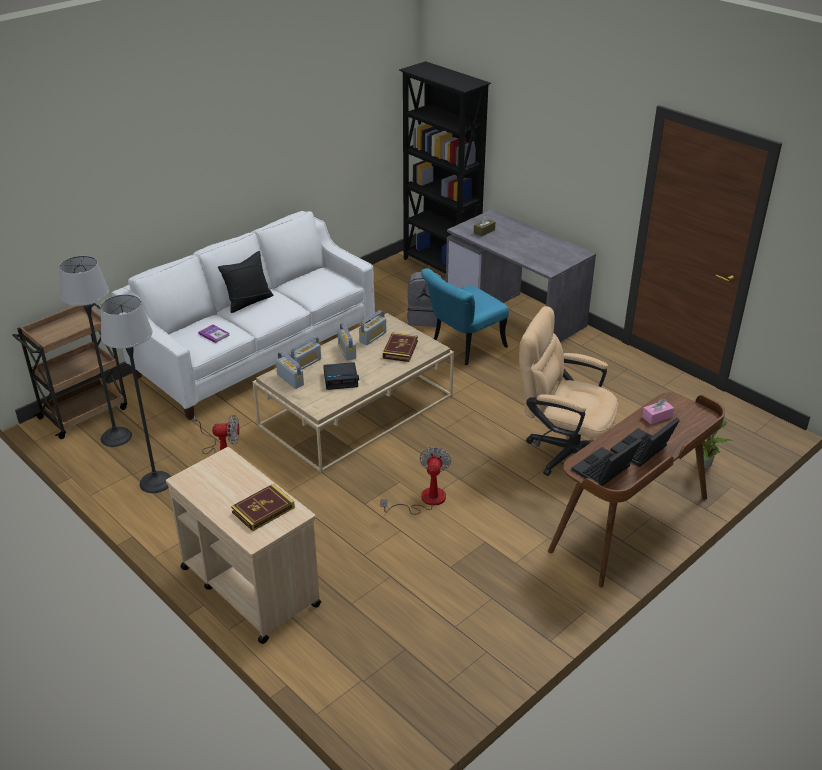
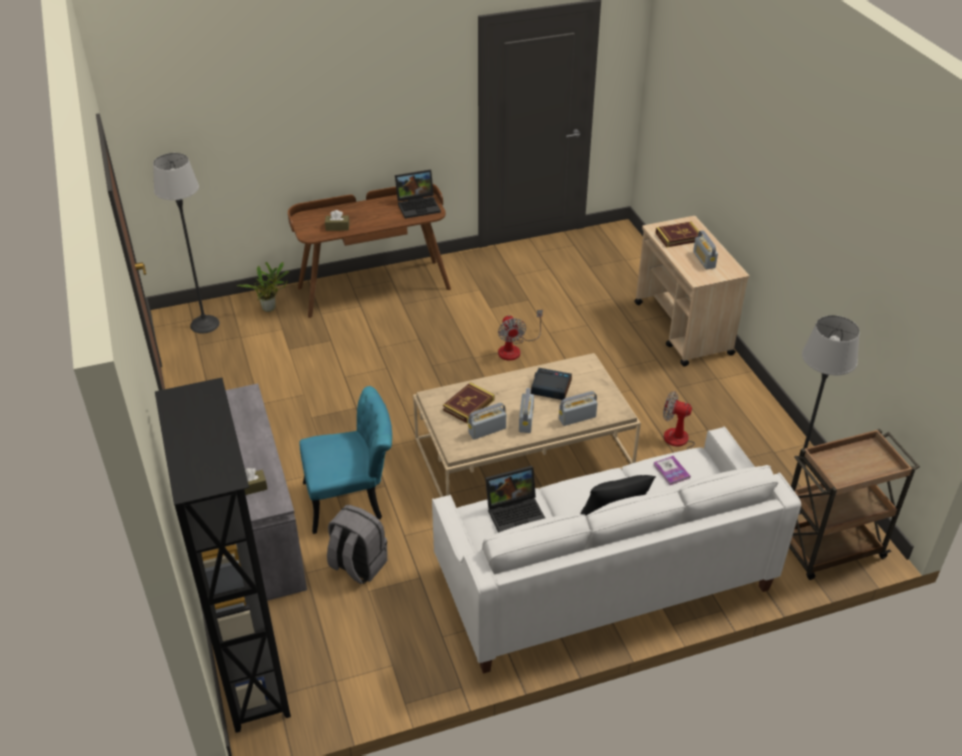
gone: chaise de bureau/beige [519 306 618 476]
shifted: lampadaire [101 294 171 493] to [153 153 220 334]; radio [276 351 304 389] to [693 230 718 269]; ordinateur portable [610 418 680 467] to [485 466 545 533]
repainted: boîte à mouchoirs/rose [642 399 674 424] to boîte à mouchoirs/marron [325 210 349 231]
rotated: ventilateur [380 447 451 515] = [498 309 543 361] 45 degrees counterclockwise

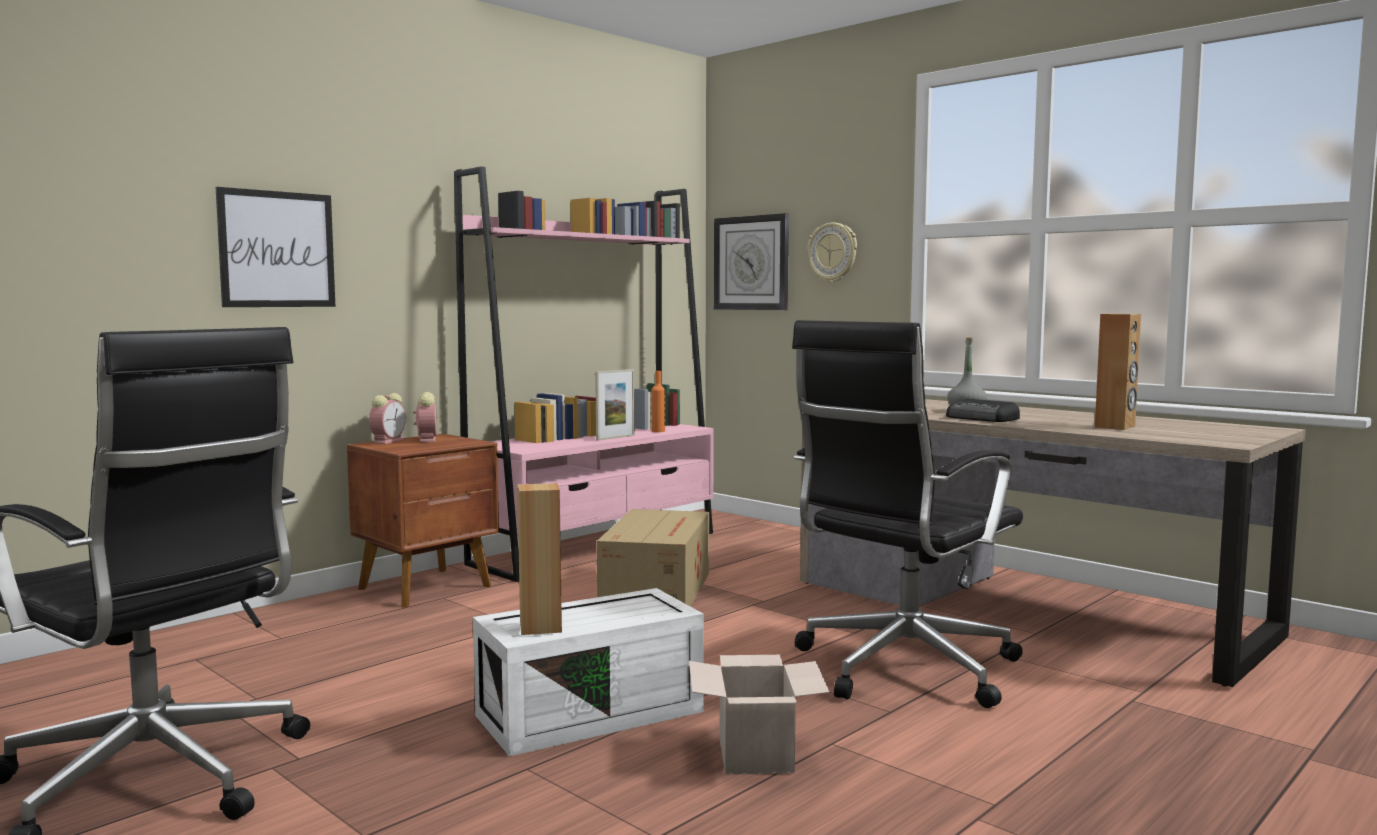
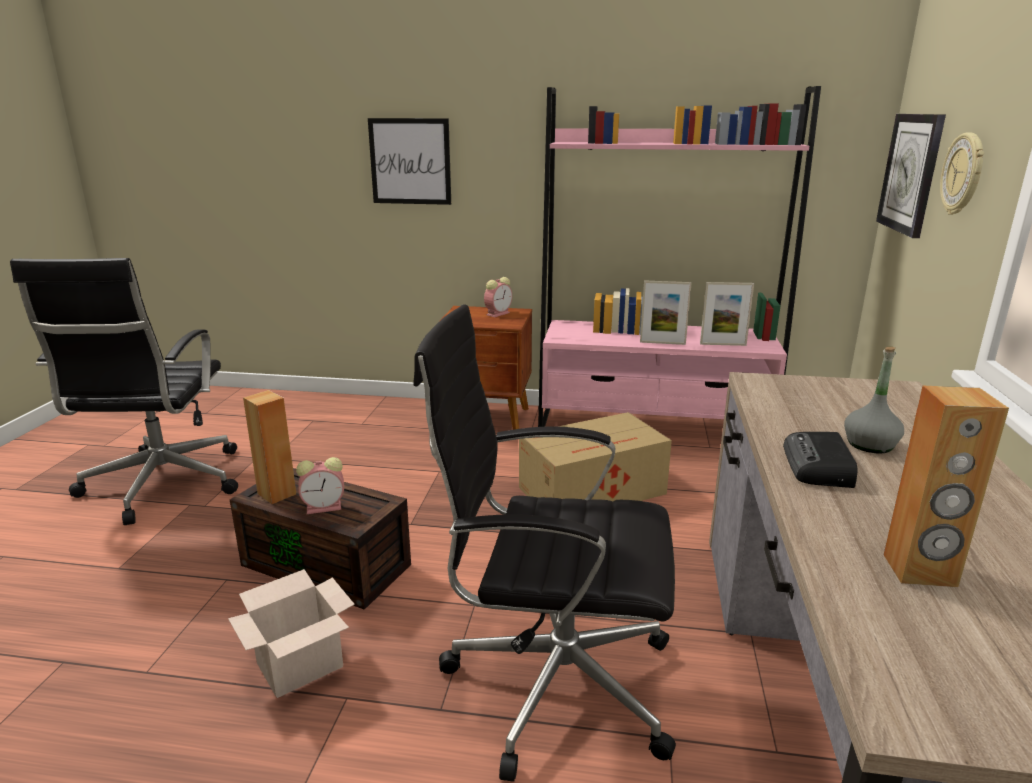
shifted: réveil [369 393 406 444] to [296 457 344 514]
swapped: bouteille/orange [651 371 665 432] to cadre photo [700 282 754 346]
repainted: boîte de rangement/blanc [473 588 704 757] to boîte de rangement/marron [230 468 411 610]

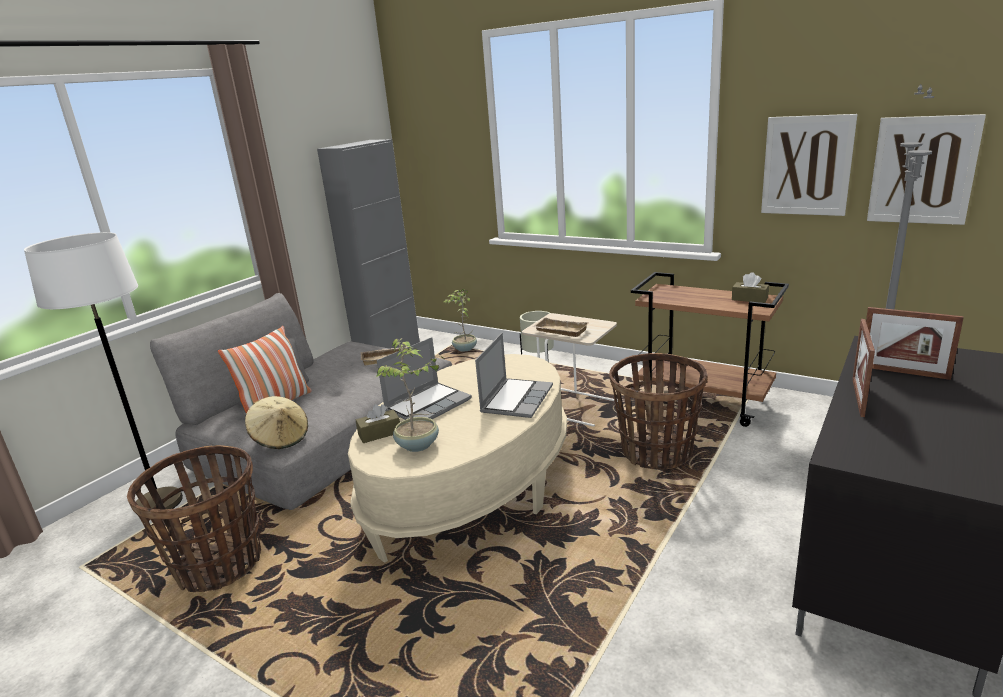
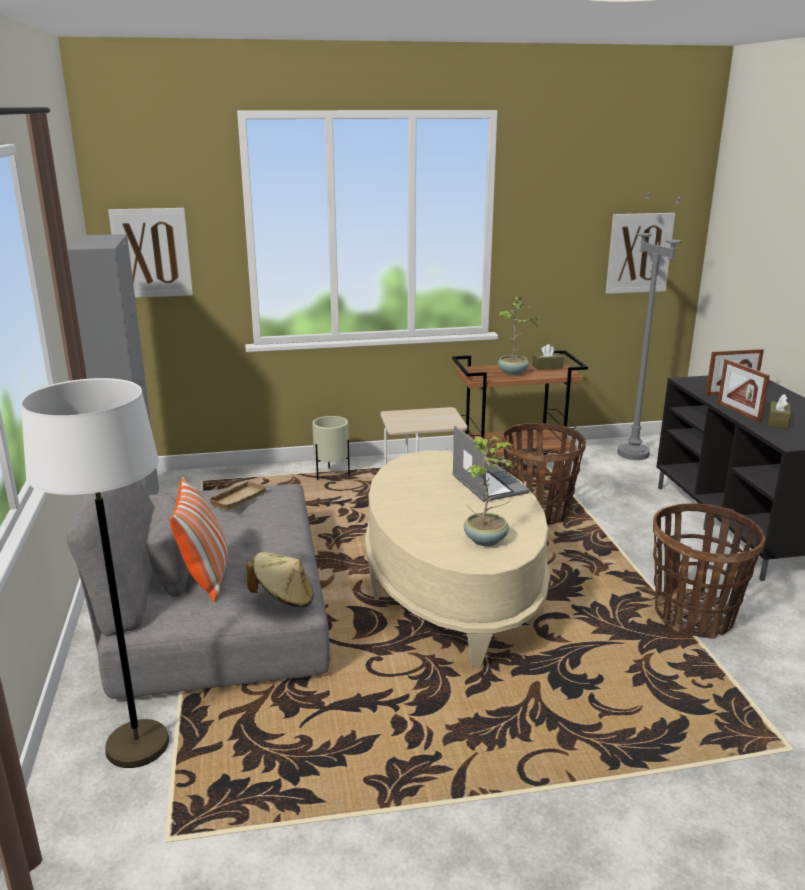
gone: plateau/beige [533 318 589 337]; ordinateur portable [377 337 472 420]
shifted: tableau [761 114 857 216] to [108 208 193 298]; plante en pot [444 289 477 352] to [498 296 541 375]; boîte à mouchoirs/marron [356 404 400 443] to [768 394 791 428]; panier [127 445 261 592] to [653 503 766 639]

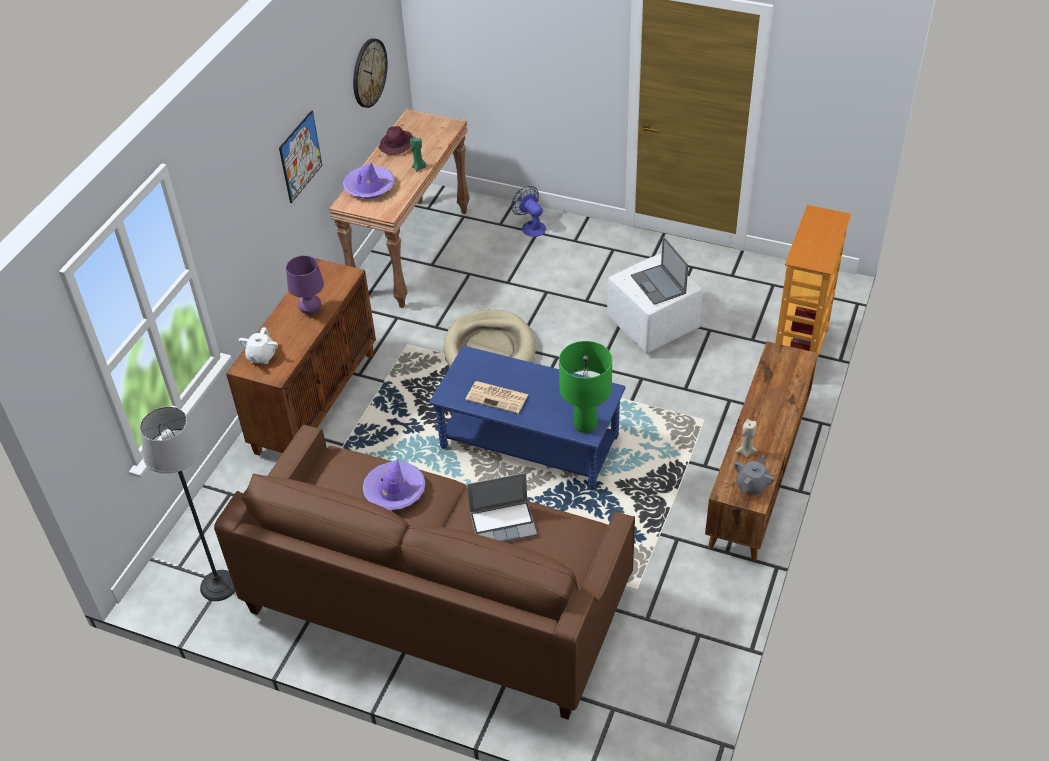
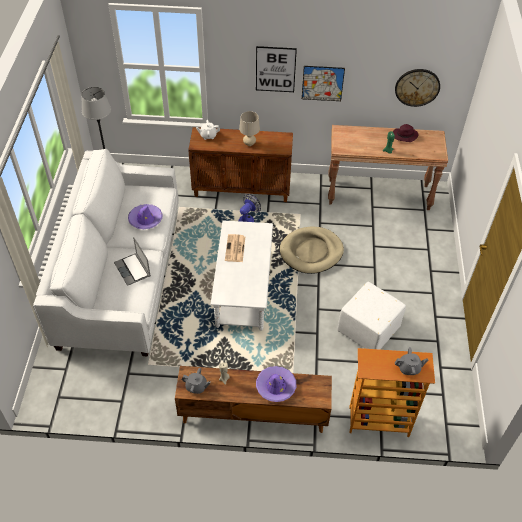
gone: ordinateur portable [631 237 688 305]; lampe de table/vert [559 341 612 433]
new: tableau [256 46 297 92]; théière/gris [395 347 428 375]
shifted: chapeau/violet [343 162 395 199] to [256 366 296 402]; ventilateur [511 186 546 237] to [238 194 261 222]
repainted: lampe de table/violet [286 255 324 315] to lampe de table/beige [239 111 260 146]; table basse/bleu [429 346 626 490] to table basse/blanc [211 220 273 331]; canapé/marron [214 424 635 720] to canapé/blanc [33 149 179 356]

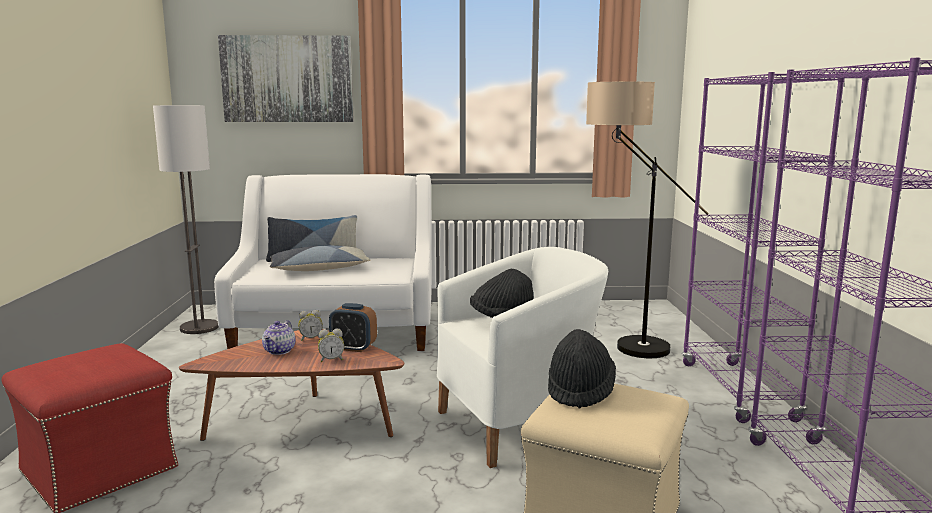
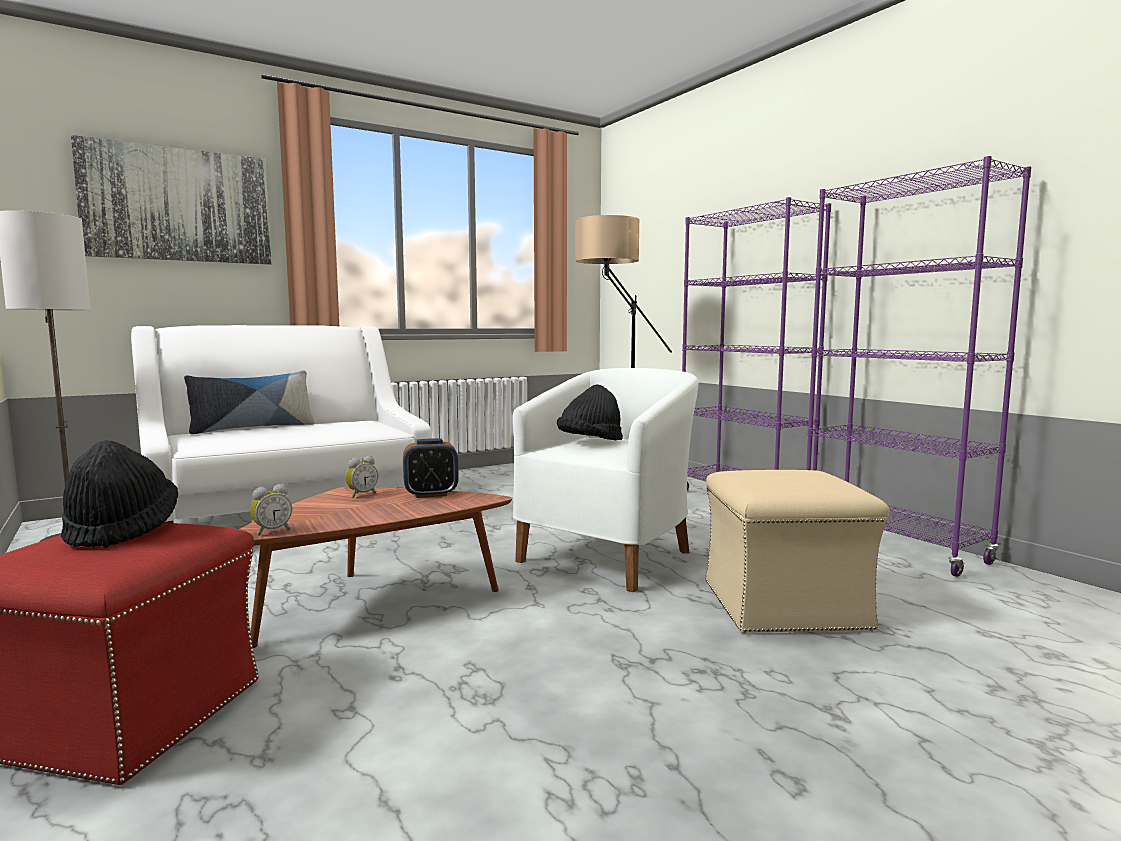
gone: coussin [270 245 371 271]; théière [262 320 295 355]
shifted: réveil [318 329 344 362] to [250 484 292 536]; chapeau/noir [548 329 616 409] to [61 440 178 548]

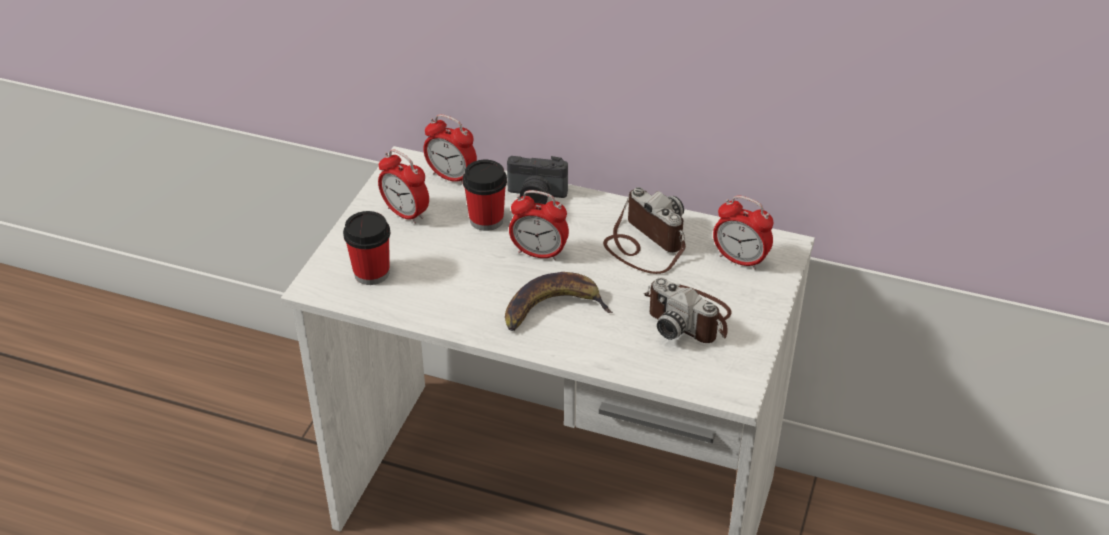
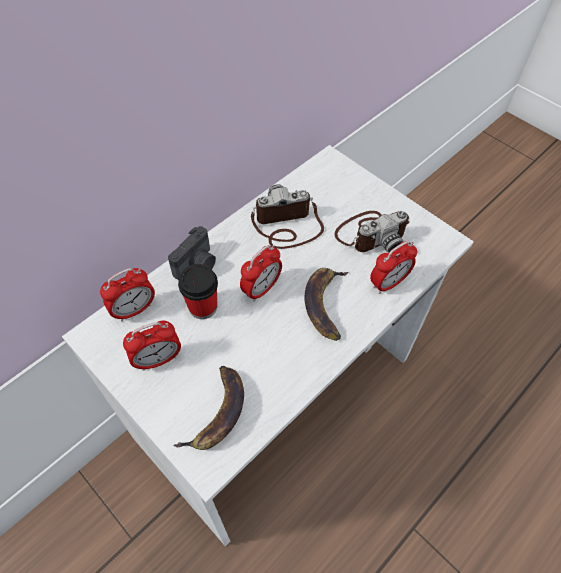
shifted: réveil [713 196 773 270] to [370 241 417 294]
swapped: tasse [343 211 391 285] to banane [173 366 244 450]

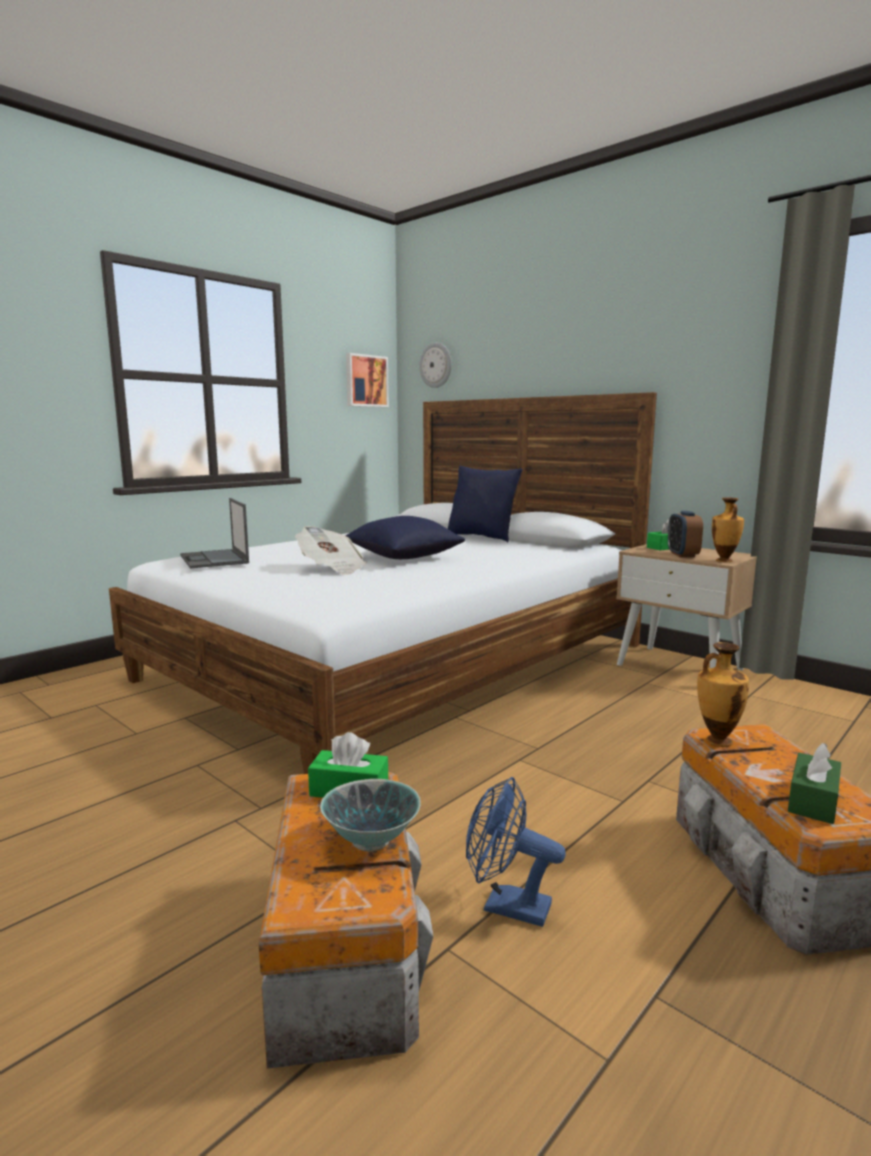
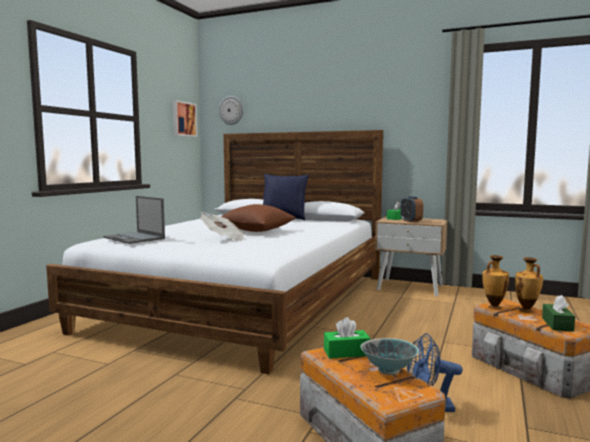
shifted: vase [712 497 744 562] to [515 257 543 313]
repainted: coussin/bleu [346 516 465 559] to coussin/marron [221 204 296 232]

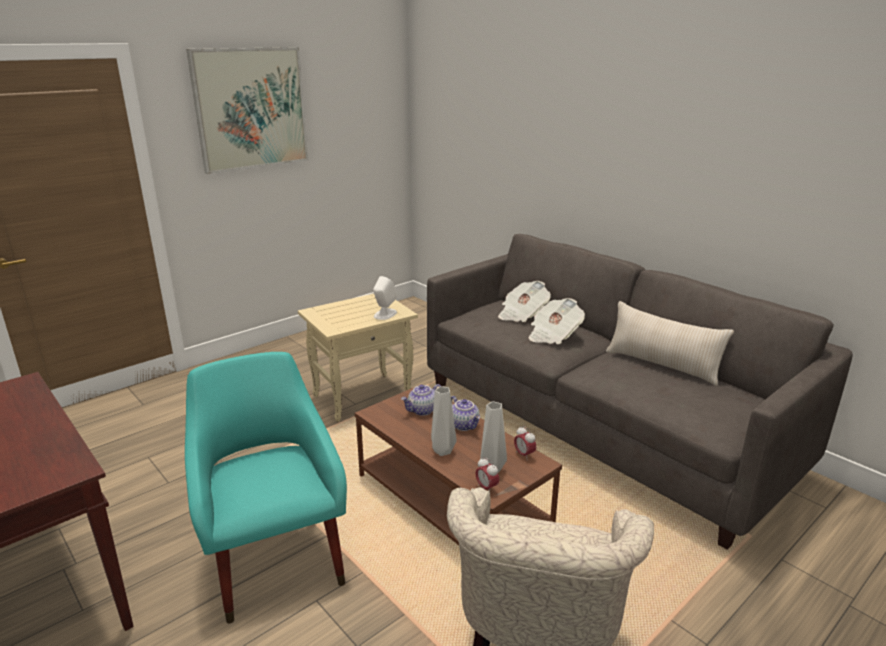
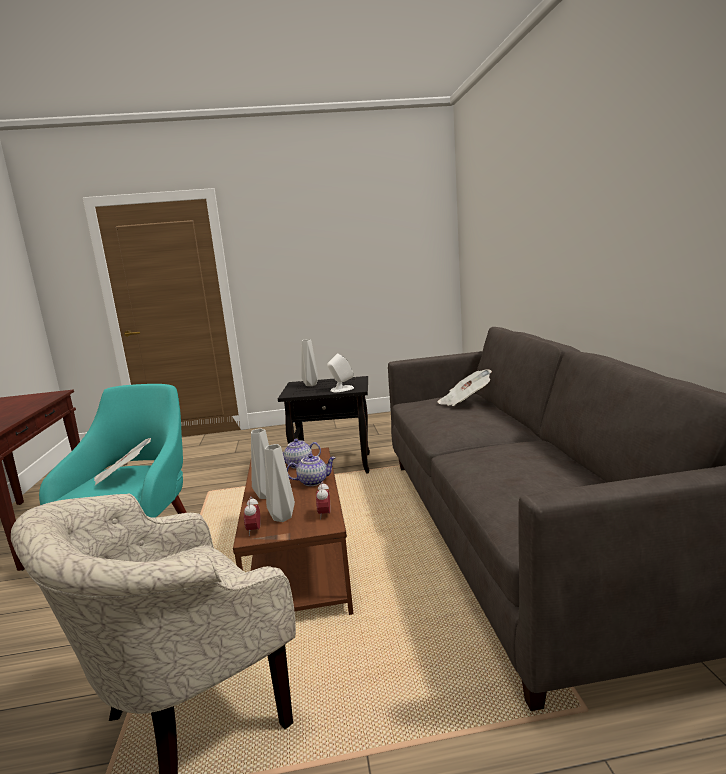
gone: tableau [186 47 308 174]; coussin/beige [606 301 734 386]
new: vase/gris [302 339 318 386]
shifted: journal [529 298 585 344] to [94 438 151 485]
repainted: table d'appoint/beige [298 294 418 422] to table d'appoint/noir [278 376 370 474]
rotated: théière [451 396 480 431] = [287 454 336 486] 105 degrees counterclockwise

